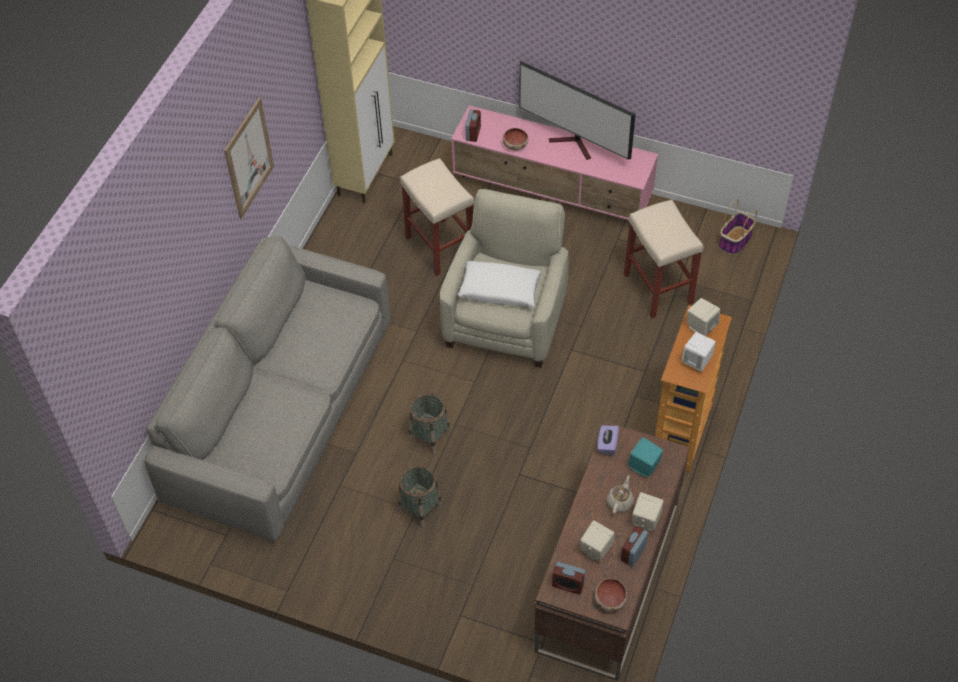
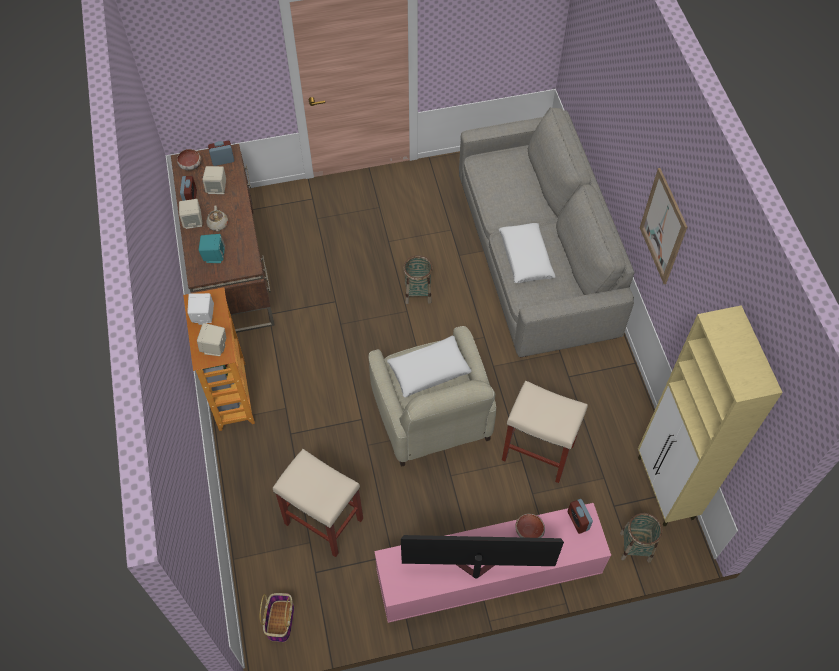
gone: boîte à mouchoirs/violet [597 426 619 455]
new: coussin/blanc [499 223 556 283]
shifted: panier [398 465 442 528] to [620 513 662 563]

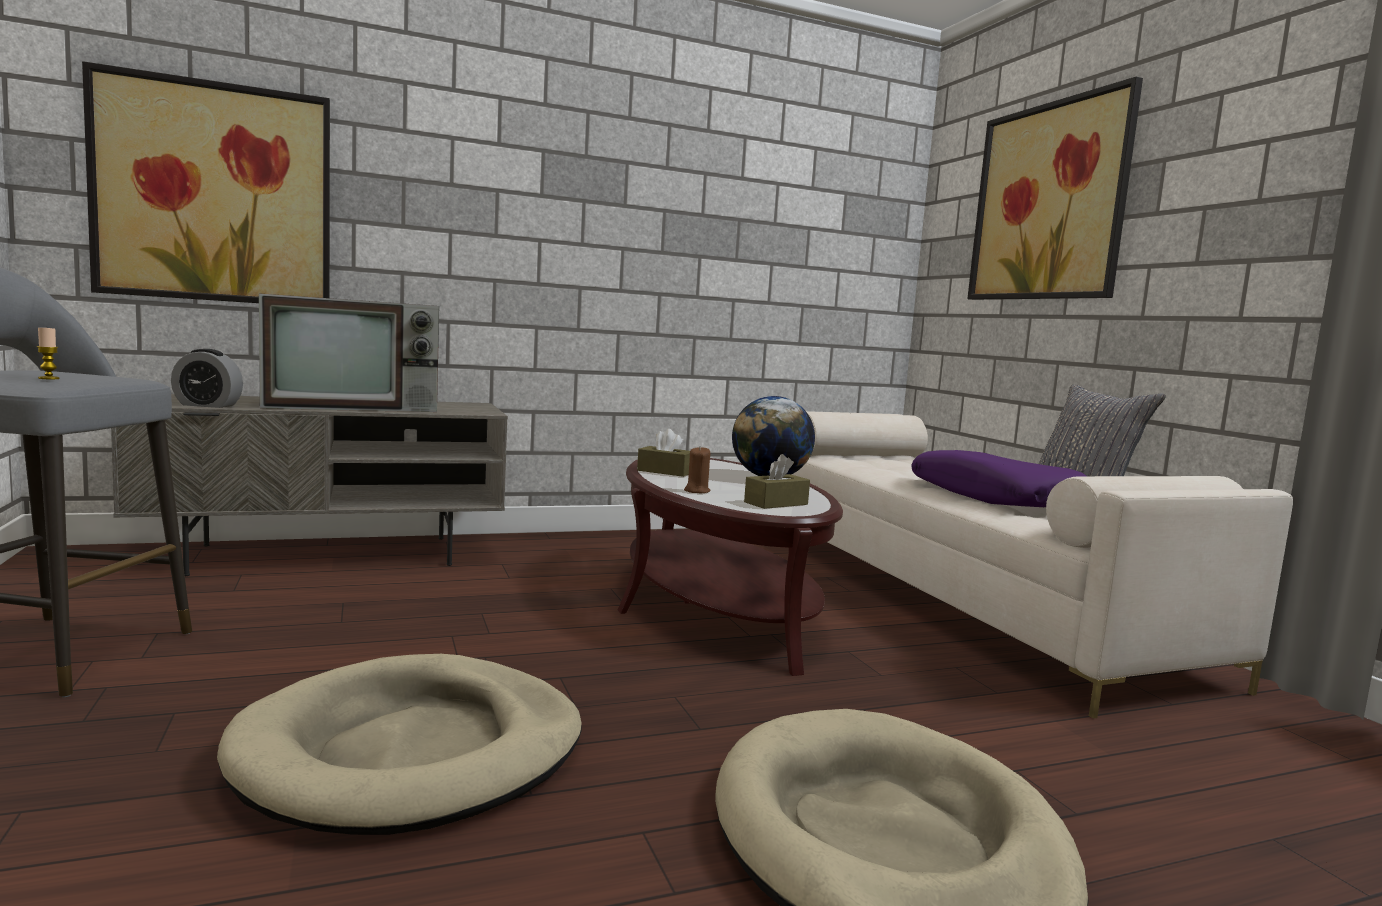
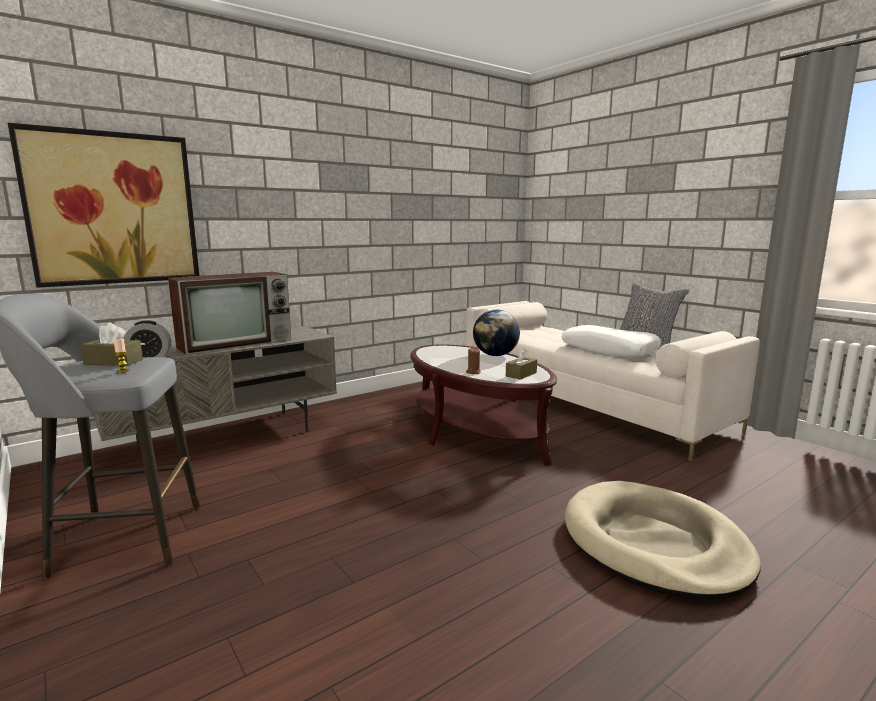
gone: tableau [967 76 1143 300]; panier pour chien/beige [217 654 582 835]
shifted: boîte à mouchoirs/marron [637 429 690 477] to [81 323 143 366]
repainted: coussin/violet [911 450 1086 507] to coussin/blanc [562 325 661 357]

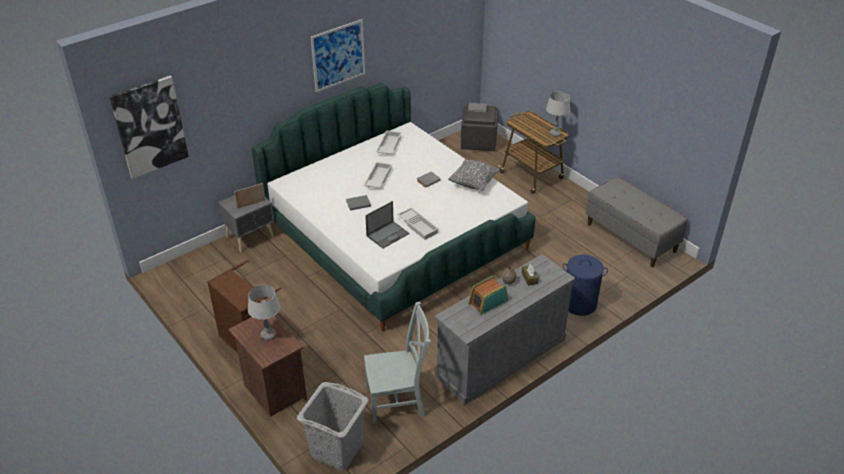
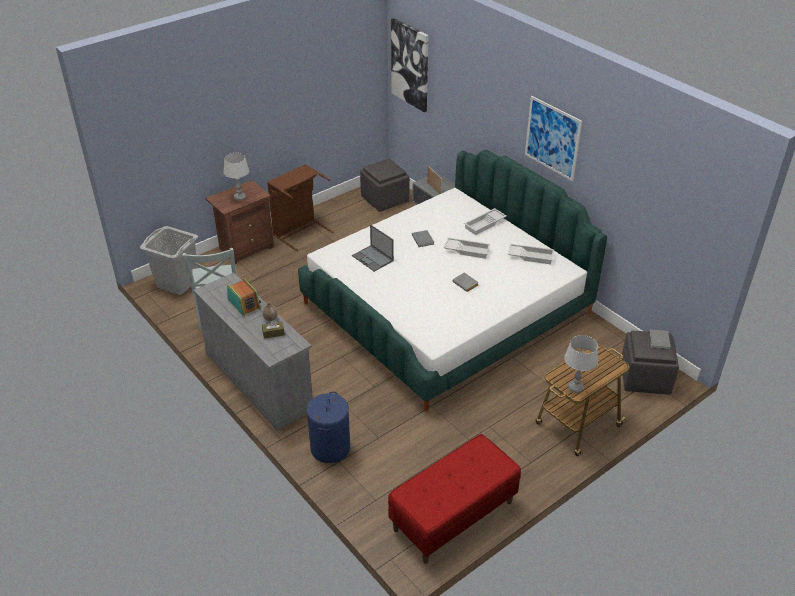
gone: coussin/gris [448 159 500 191]
new: pouf/gris [360 159 410 212]
shifted: plateau/blanc [397 207 439 240] to [464 208 506 235]
repainted: banc/gris [586 177 688 267] to banc/rouge [388 434 521 564]

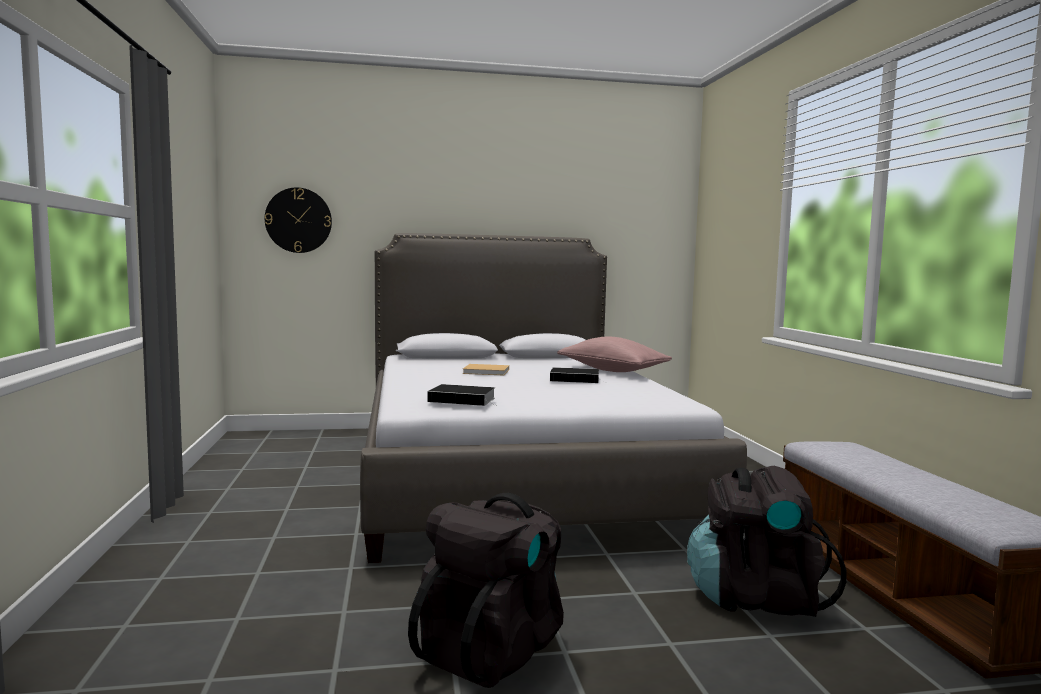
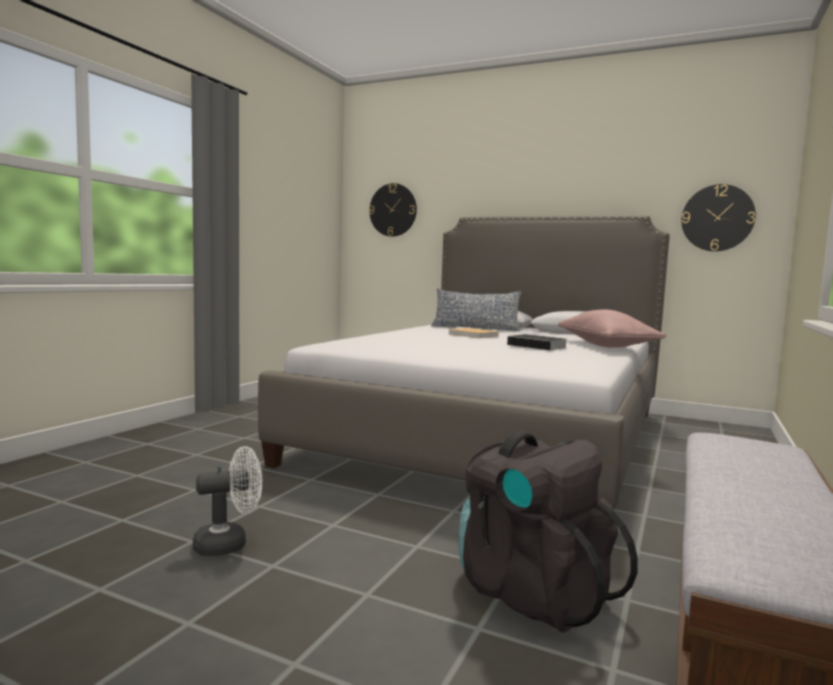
gone: livre [428 384 496 406]
new: horloge murale [681 184 756 251]; coussin [431 288 522 331]
swapped: sac à dos/noir [408 493 564 688] to ventilateur/blanc [193 446 262 556]

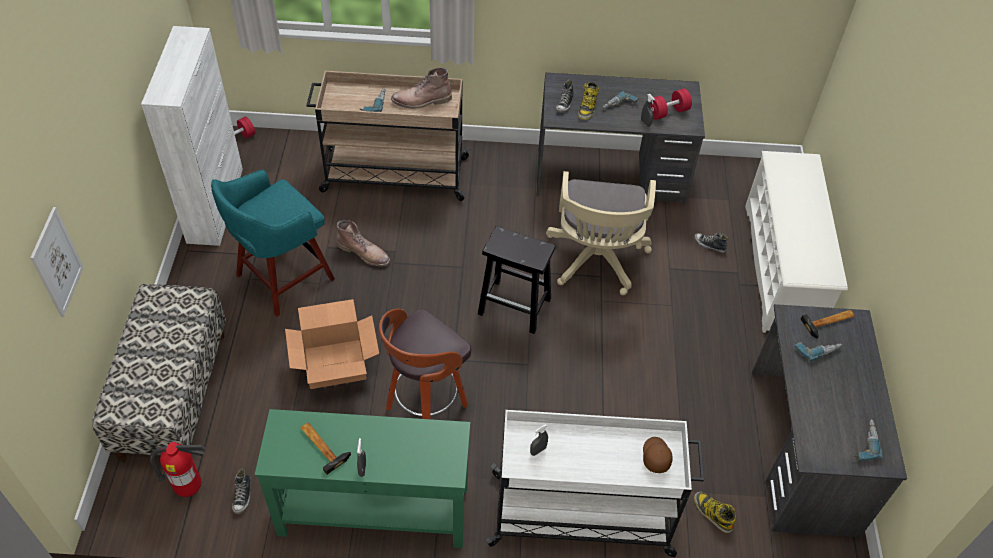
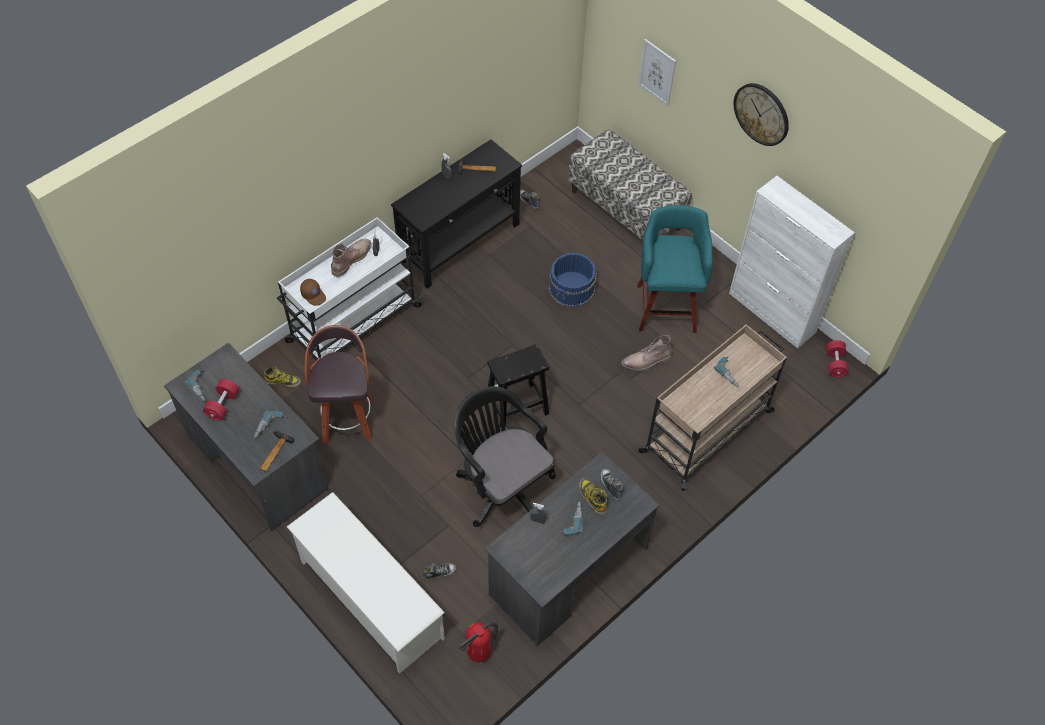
new: horloge murale [734 83 789 146]
shifted: botte/marron [391 67 452 109] to [331 239 372 277]; haltère/rouge [650 88 692 120] to [203 379 239 421]; tabouret [379 309 471 419] to [305 325 372 444]; extincteur [150 442 206 497] to [458 622 499 662]
swapped: carton [285 299 379 389] to seau/bleu [549 252 597 308]
repainted: chaise de bureau/beige [546 171 656 295] to chaise de bureau/noir [454 386 556 527]; table console/vert [255 409 471 548] to table console/noir [391 139 522 289]

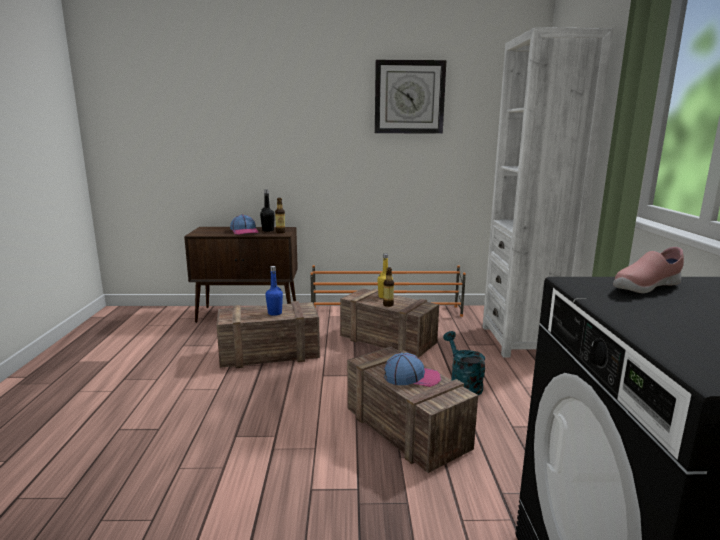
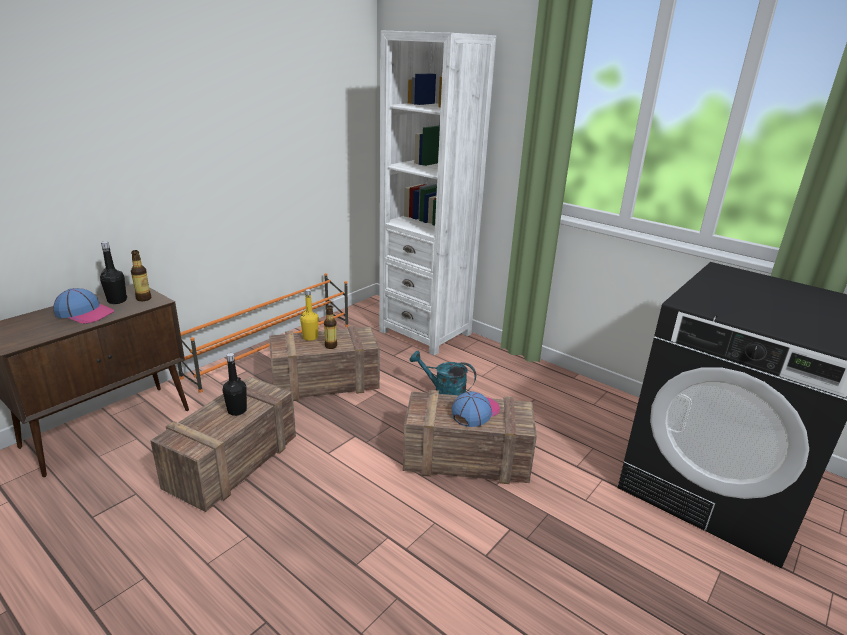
gone: horloge murale [375 60 446 134]; chaussure/rose [613 247 684 293]
repainted: bouteille/bleu [266 266 283 316] to bouteille/noir [222 353 247 416]

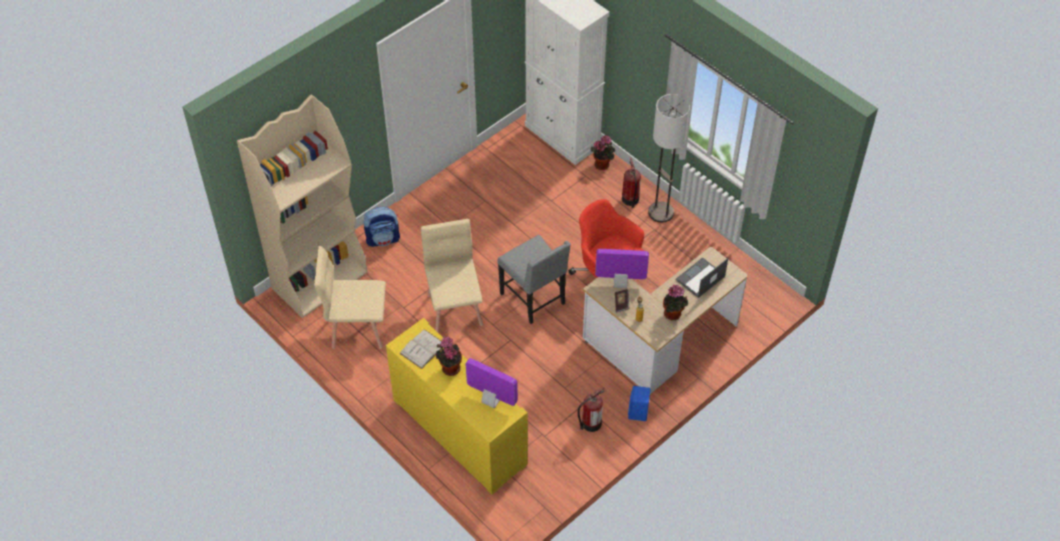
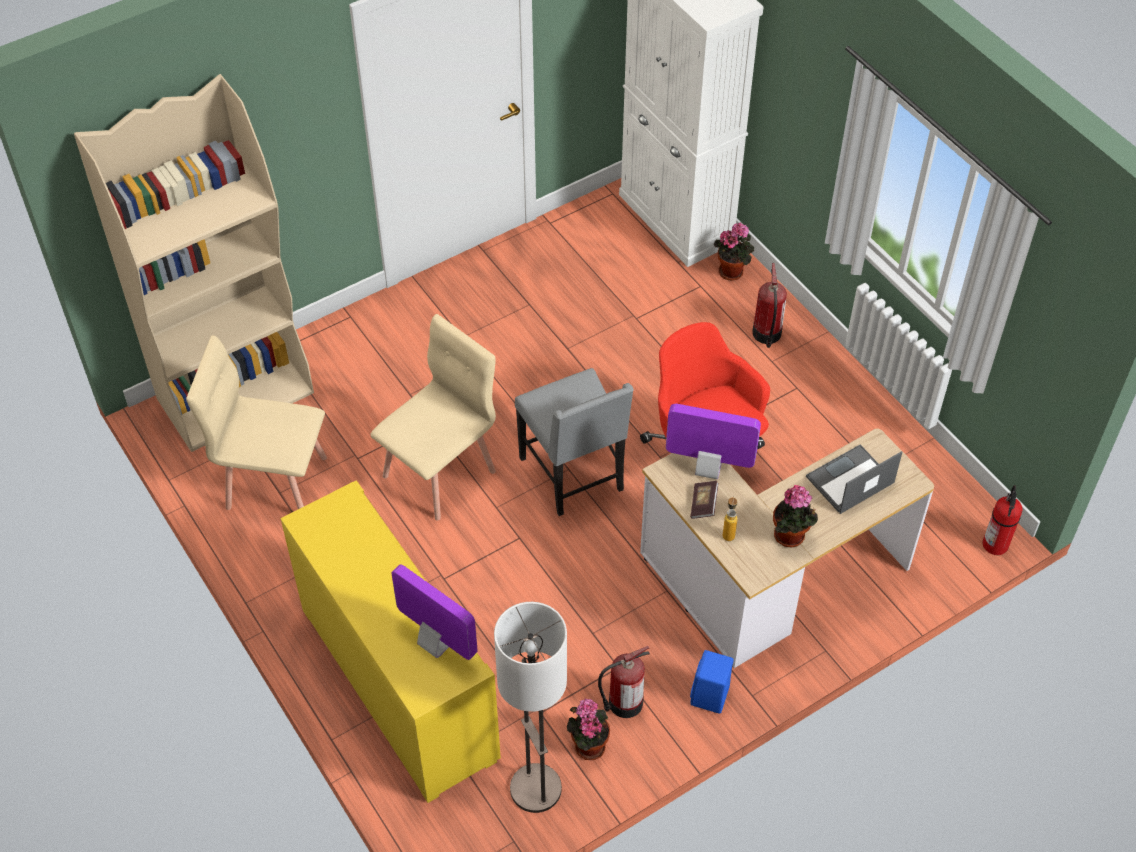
gone: sac à dos [364 207 400 247]; livre/blanc [399 329 444 369]
new: extincteur [983 485 1022 555]
shifted: lampadaire [648 94 690 223] to [494 602 567 813]; plante en pot [436 337 462 376] to [567 698 610 760]
rotated: chaise/beige [421 219 483 333] = [371 314 496 521] 45 degrees clockwise

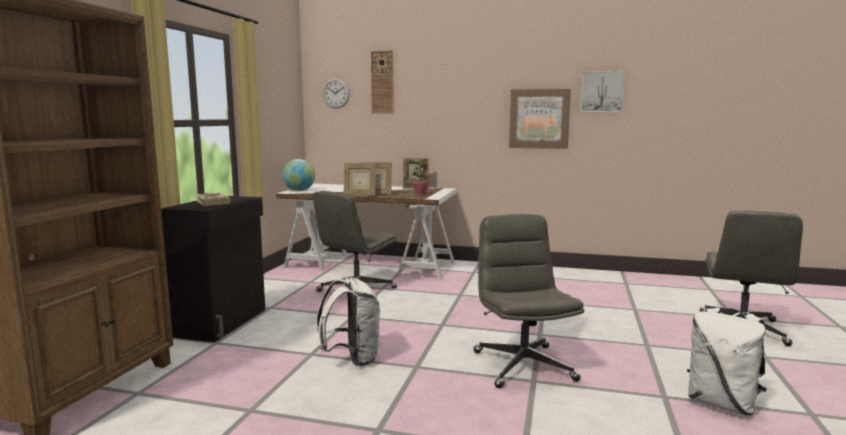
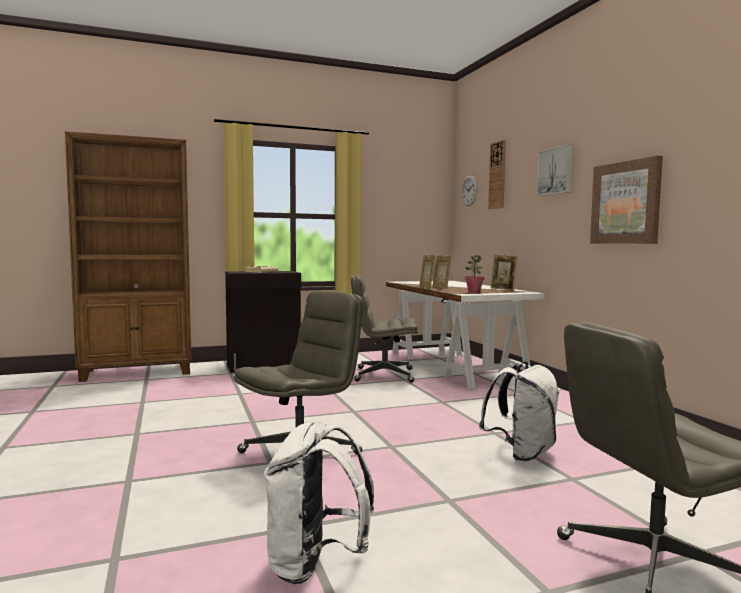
gone: globe [282 159 315 191]
shifted: tableau [581 71 625 112] to [537 144 573 196]; sac à dos/blanc [317 277 380 366] to [479 361 559 461]

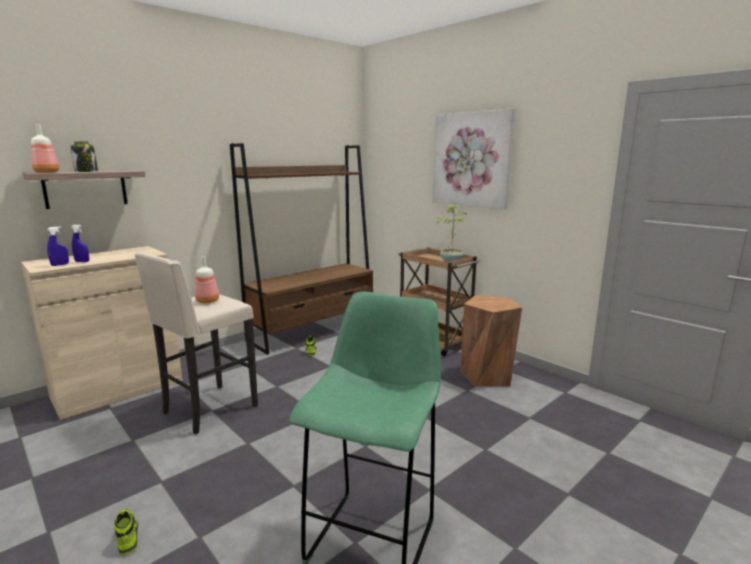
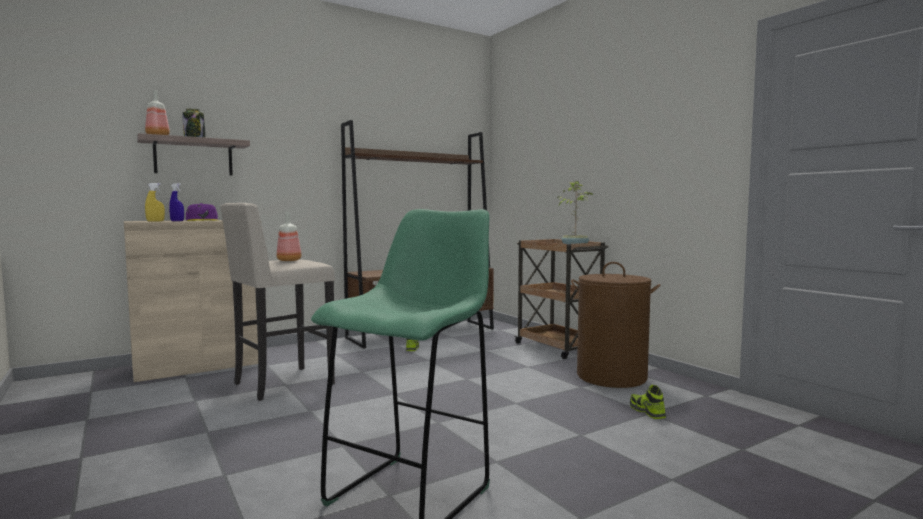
gone: tableau [432 108 515 210]
new: casquette/violet [186 203 219 221]
shifted: chaussure [114 508 138 555] to [630 385 666 419]
swapped: tabouret/marron [460 295 522 387] to panier à linge/marron [571 262 661 388]
repainted: vaporisateur/bleu [47 226 69 266] to vaporisateur/jaune [145 183 165 222]

